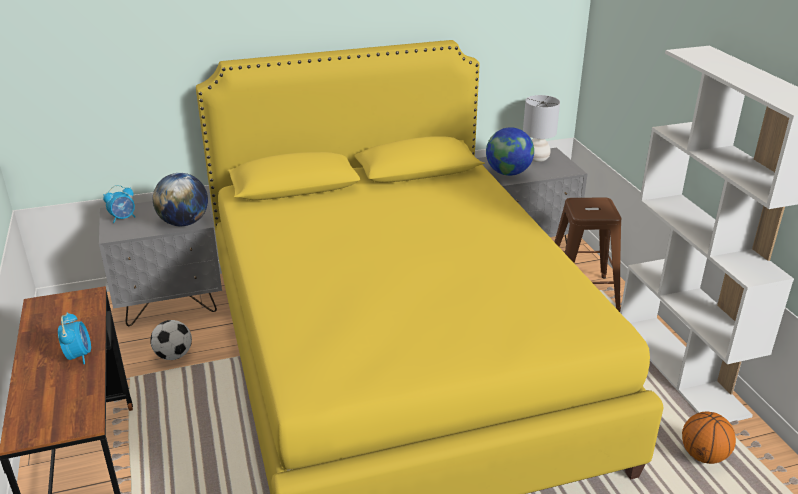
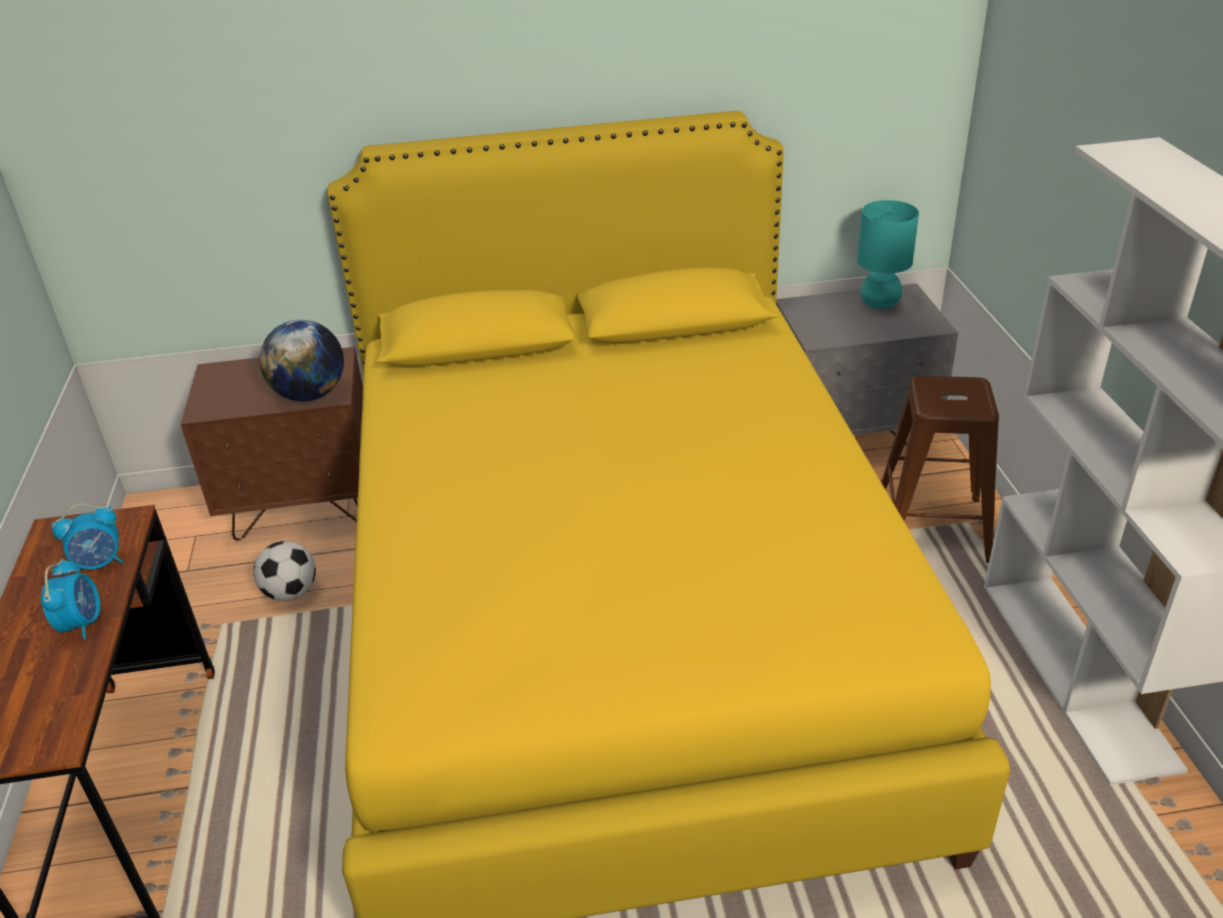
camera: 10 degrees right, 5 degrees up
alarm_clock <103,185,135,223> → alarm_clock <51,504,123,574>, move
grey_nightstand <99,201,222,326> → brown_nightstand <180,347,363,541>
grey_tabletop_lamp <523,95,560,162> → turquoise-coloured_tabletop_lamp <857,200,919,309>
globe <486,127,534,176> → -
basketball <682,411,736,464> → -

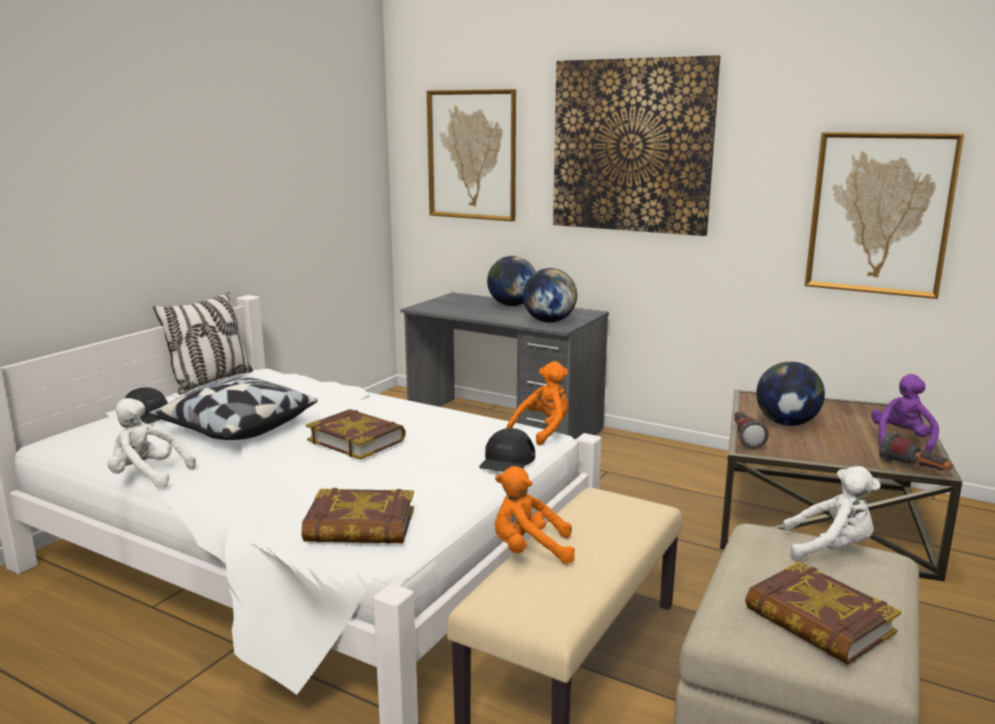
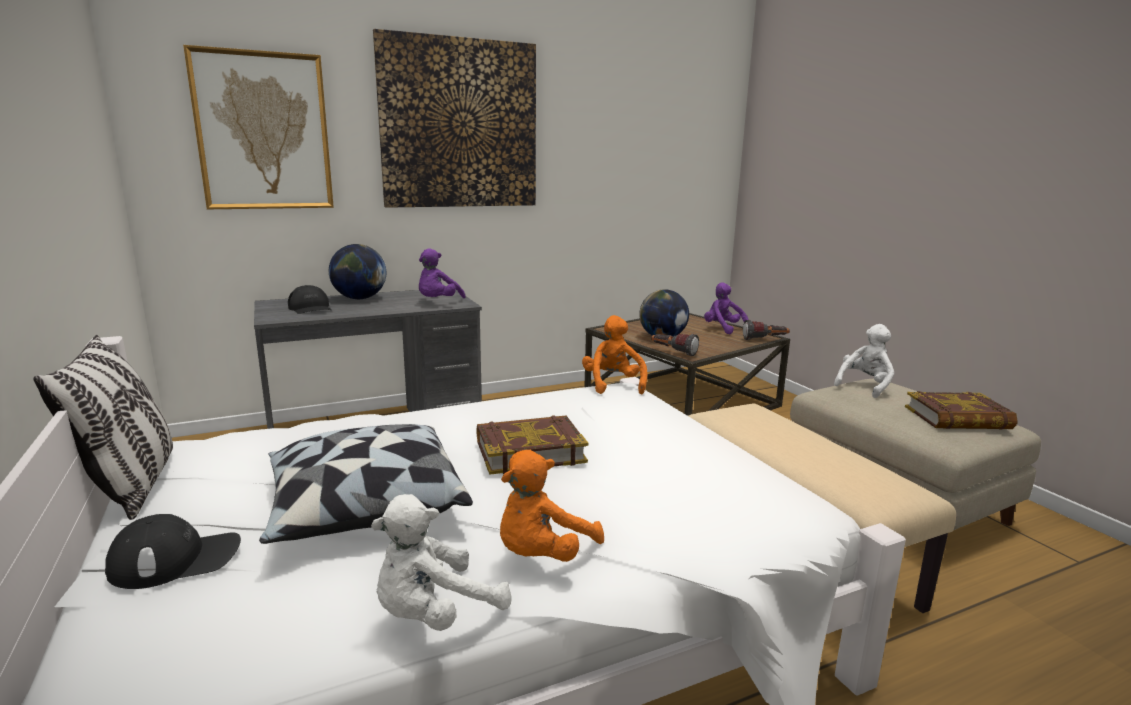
camera: 55 degrees left, 0 degrees up
black_cap <479,428,535,472> → black_cap <288,285,332,314>, move
globe <523,268,577,323> → purple_plush_toy <419,248,465,298>
orange_plush_toy <495,466,575,564> → orange_plush_toy <500,450,604,562>, move
bound_book <302,488,414,544> → -
wall_picture <805,132,964,299> → -

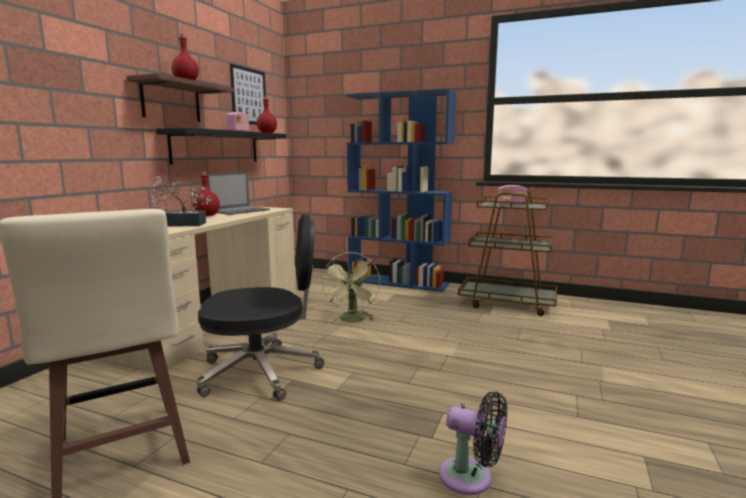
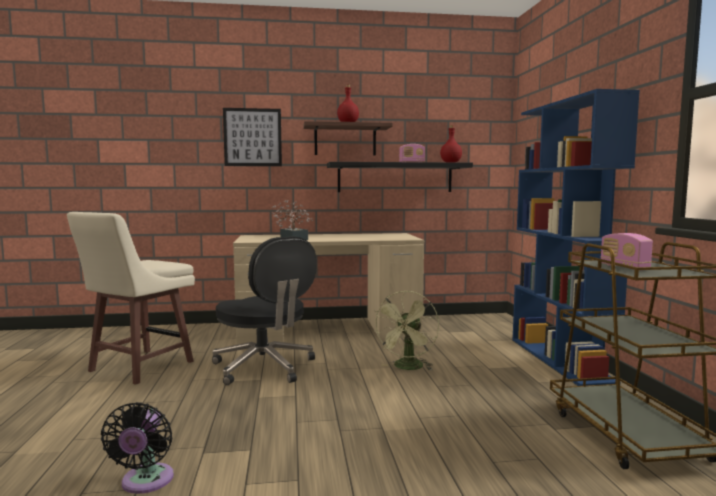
camera: 60 degrees right, 5 degrees down
wall_picture <230,64,266,125> → wall_picture <223,108,282,166>, move
green-coloured_electric_fan <321,252,380,322> → green-coloured_electric_fan <373,291,439,370>, 45 degrees counterclockwise
red_bottle <193,171,220,216> → -
portable_computer <207,173,270,215> → -

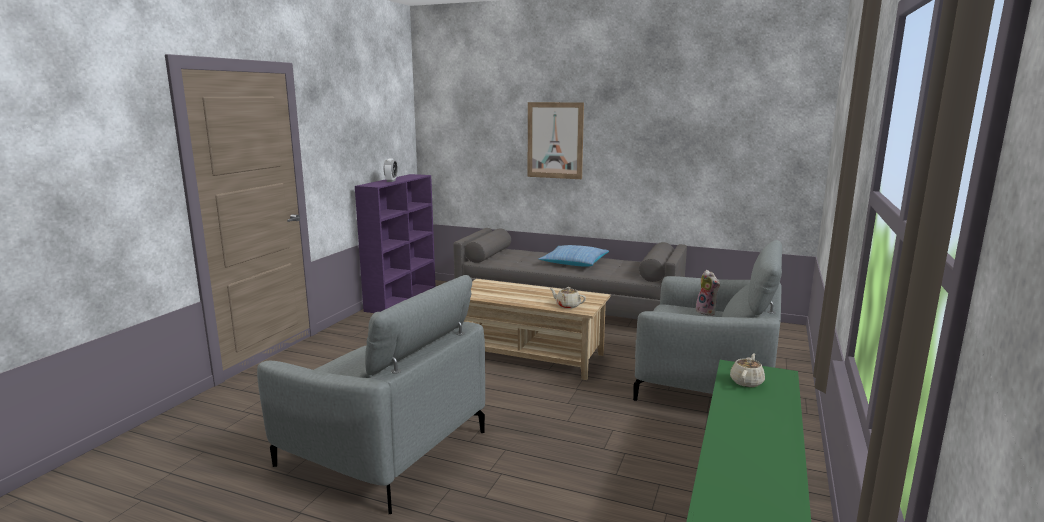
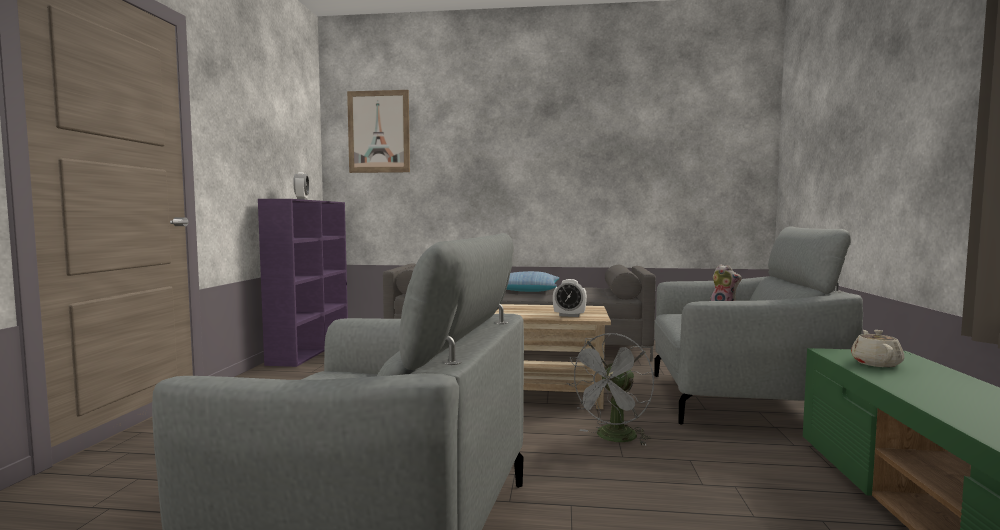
camera: 15 degrees left, 10 degrees down
wall_picture <528,102,584,179> → wall_picture <347,90,410,173>, move
beige_pot_for_tea <550,287,586,309> → alarm_clock <553,279,587,317>
- → grey_electric_fan <567,333,654,446>

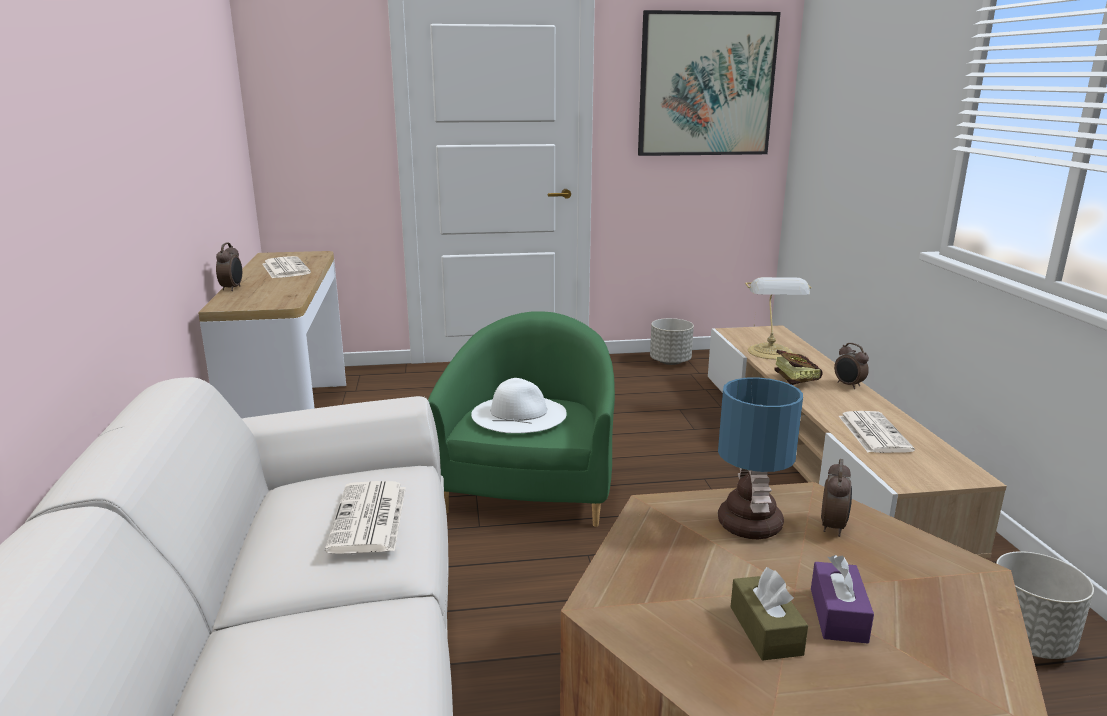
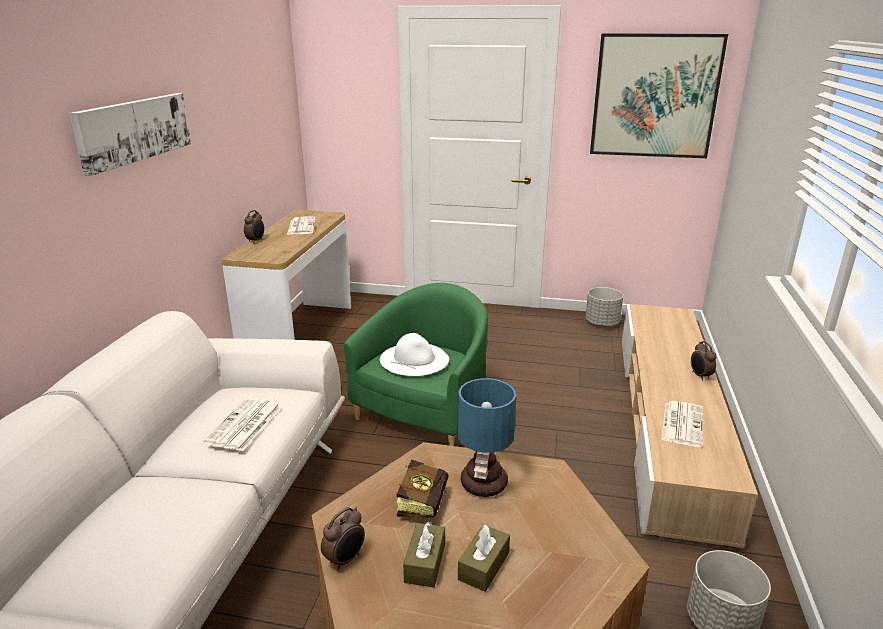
camera: 20 degrees right, 5 degrees up
- → wall_picture <69,93,191,176>
alarm_clock <821,459,852,537> → alarm_clock <321,507,365,571>, move
bound_book <775,350,823,385> → bound_book <396,460,449,518>, move
purple_tissue_box <811,555,874,644> → brown_tissue_box <458,524,510,592>
tabletop_lamp <745,277,811,360> → -

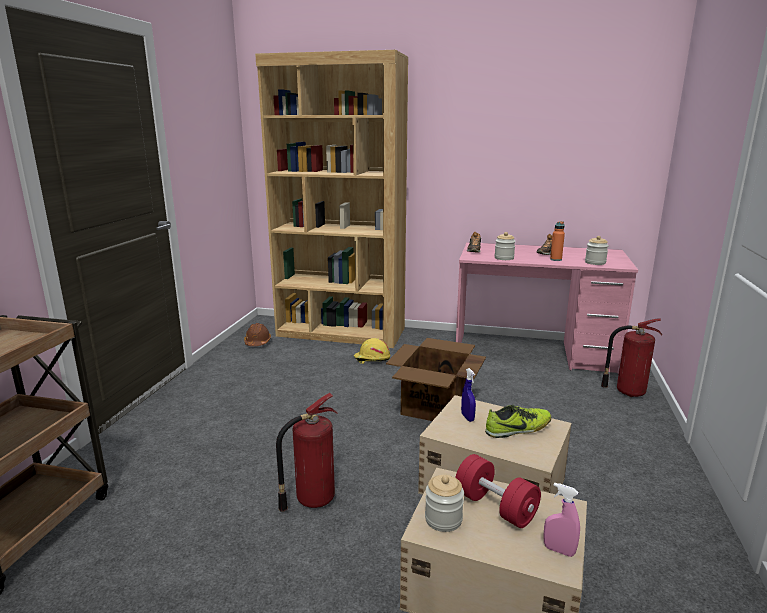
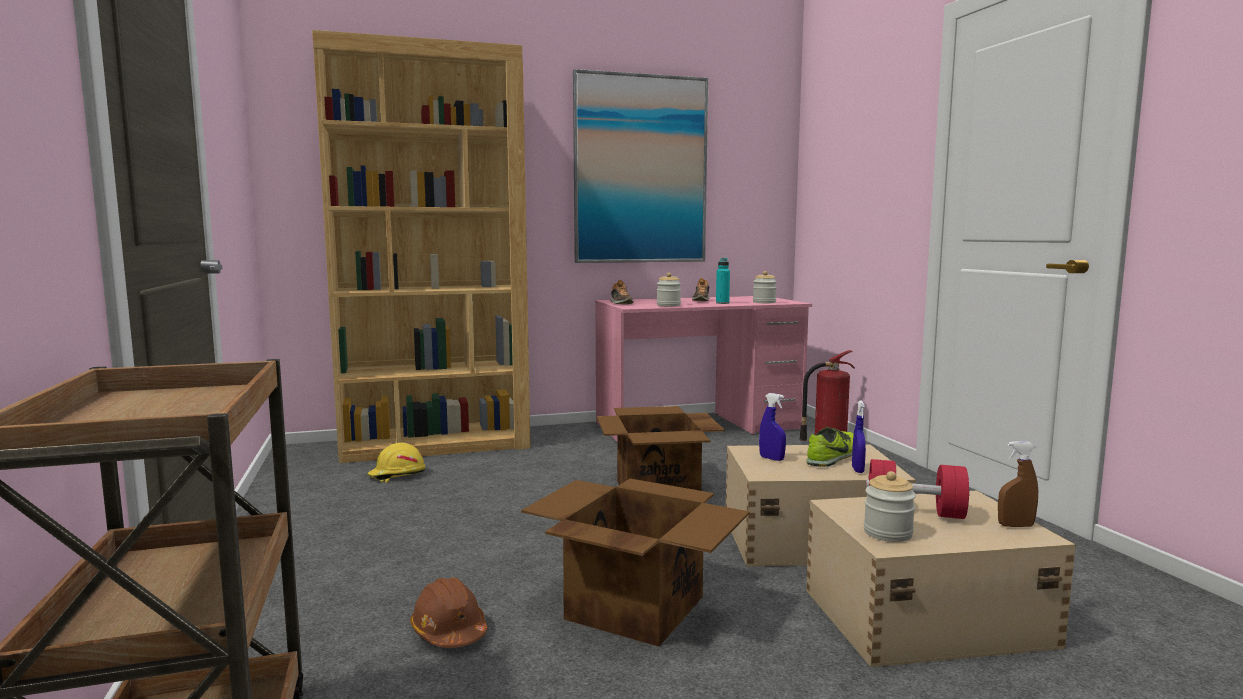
camera: 30 degrees left, 10 degrees down
yellow-coloured_work_helmet <354,338,390,364> → yellow-coloured_work_helmet <367,443,425,483>, move
brown_work_helmet <244,323,271,346> → brown_work_helmet <410,577,487,648>, move
extinguisher <276,393,338,512> → cardboard_box <521,479,749,647>
- → wall_picture <573,69,708,263>
orange_bottle <550,221,565,261> → turquoise-coloured_bottle <716,258,730,304>
- → blue-coloured_spray_bottle <852,401,866,473>
pinkish_spray_bottle <543,483,580,557> → brown_spray_bottle <998,441,1038,527>

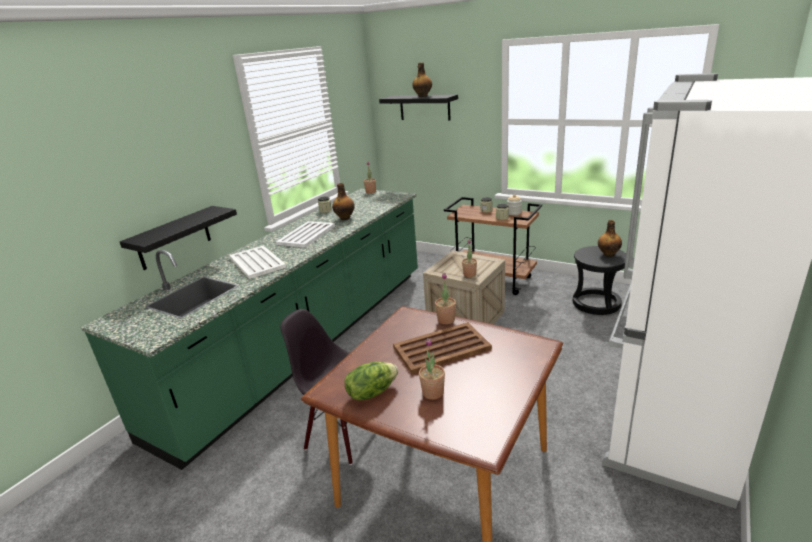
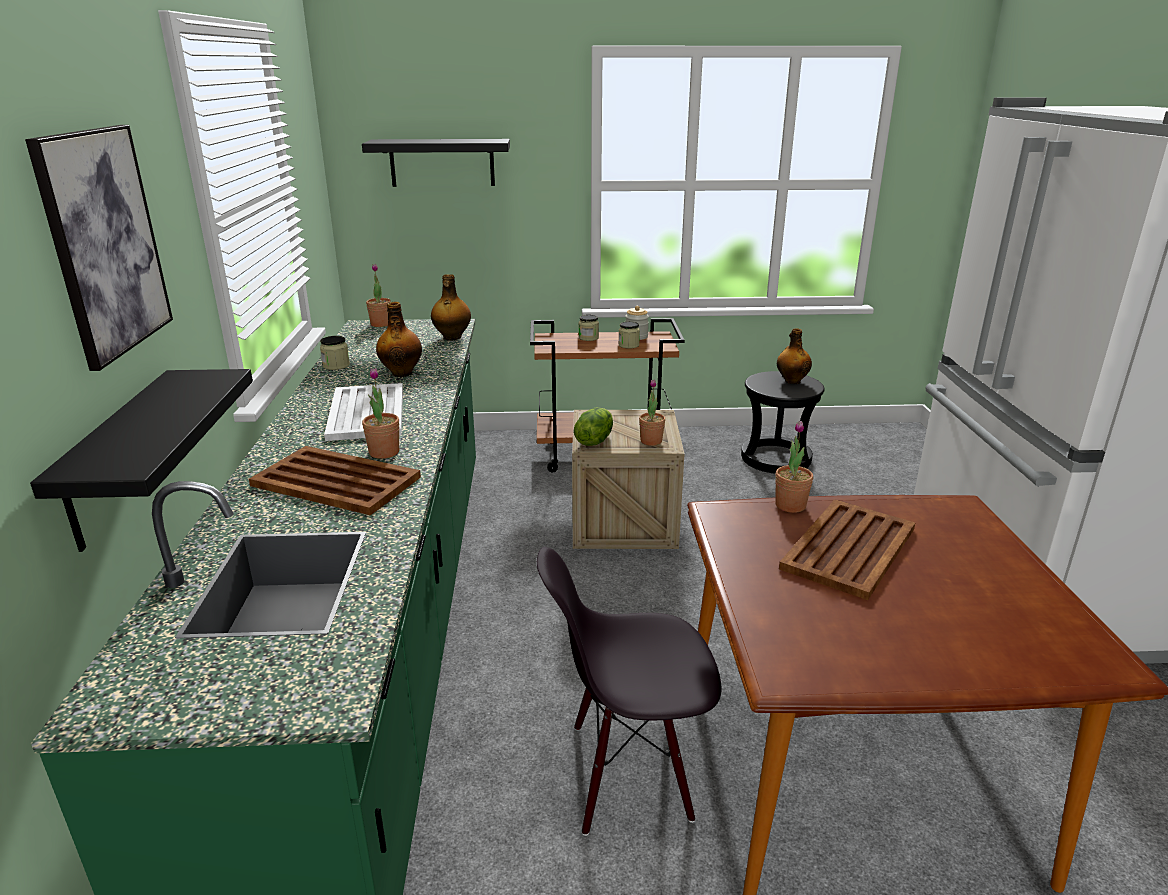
camera: 35 degrees left, 0 degrees up
- → wall_picture <25,125,173,371>
white_tray <229,245,286,279> → brown_tray <249,446,421,515>
plant_in_a_pot <419,338,445,400> → plant_in_a_pot <362,368,399,459>, move
bottle <412,63,432,97> → bottle <431,274,471,341>, move
lettuce <344,362,398,400> → lettuce <574,408,613,446>, move

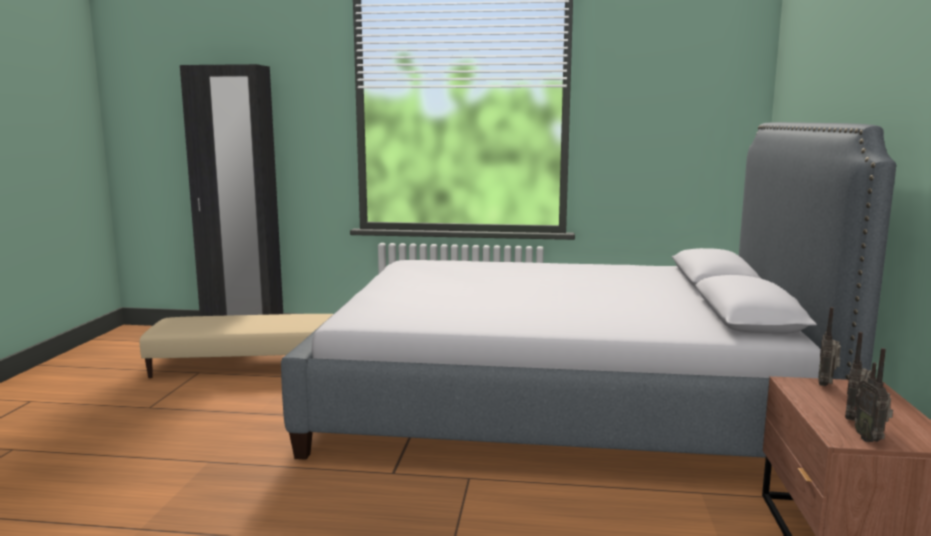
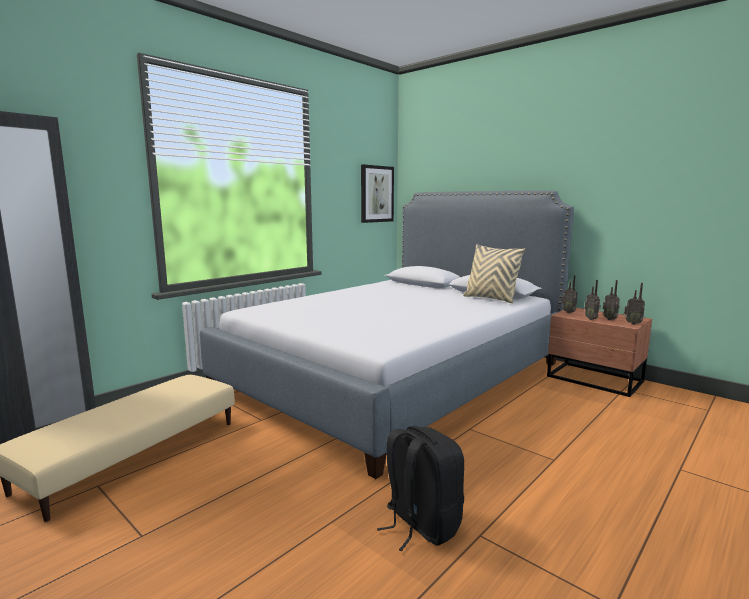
camera: 55 degrees left, 0 degrees up
- → wall_picture <361,164,394,223>
- → black_rucksack <377,426,464,551>
- → beige_throw_pillow <463,244,525,303>
- → radio_receiver <585,280,601,320>

